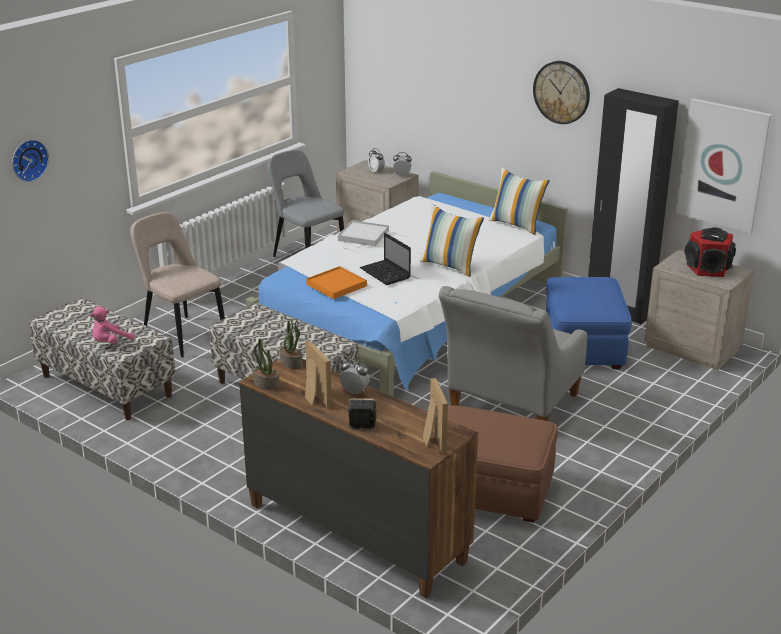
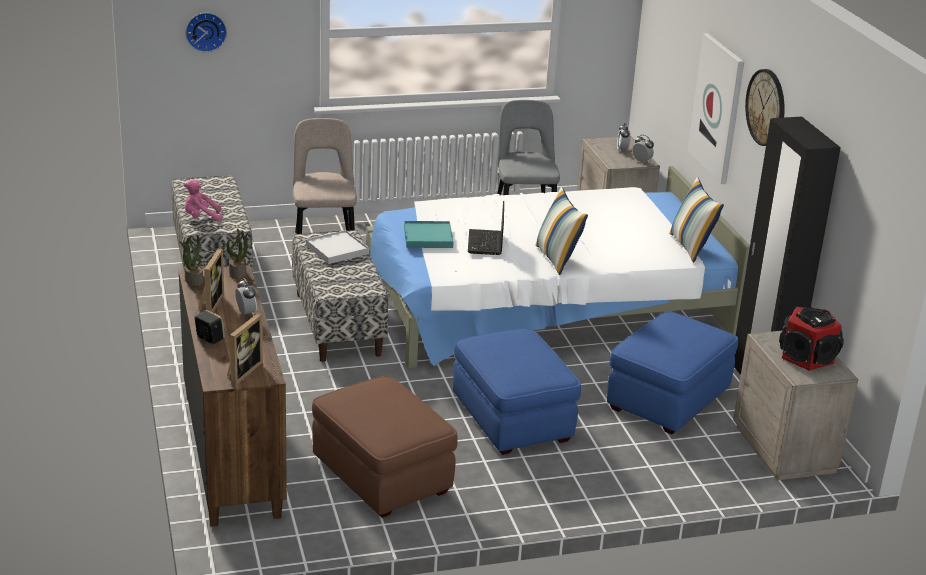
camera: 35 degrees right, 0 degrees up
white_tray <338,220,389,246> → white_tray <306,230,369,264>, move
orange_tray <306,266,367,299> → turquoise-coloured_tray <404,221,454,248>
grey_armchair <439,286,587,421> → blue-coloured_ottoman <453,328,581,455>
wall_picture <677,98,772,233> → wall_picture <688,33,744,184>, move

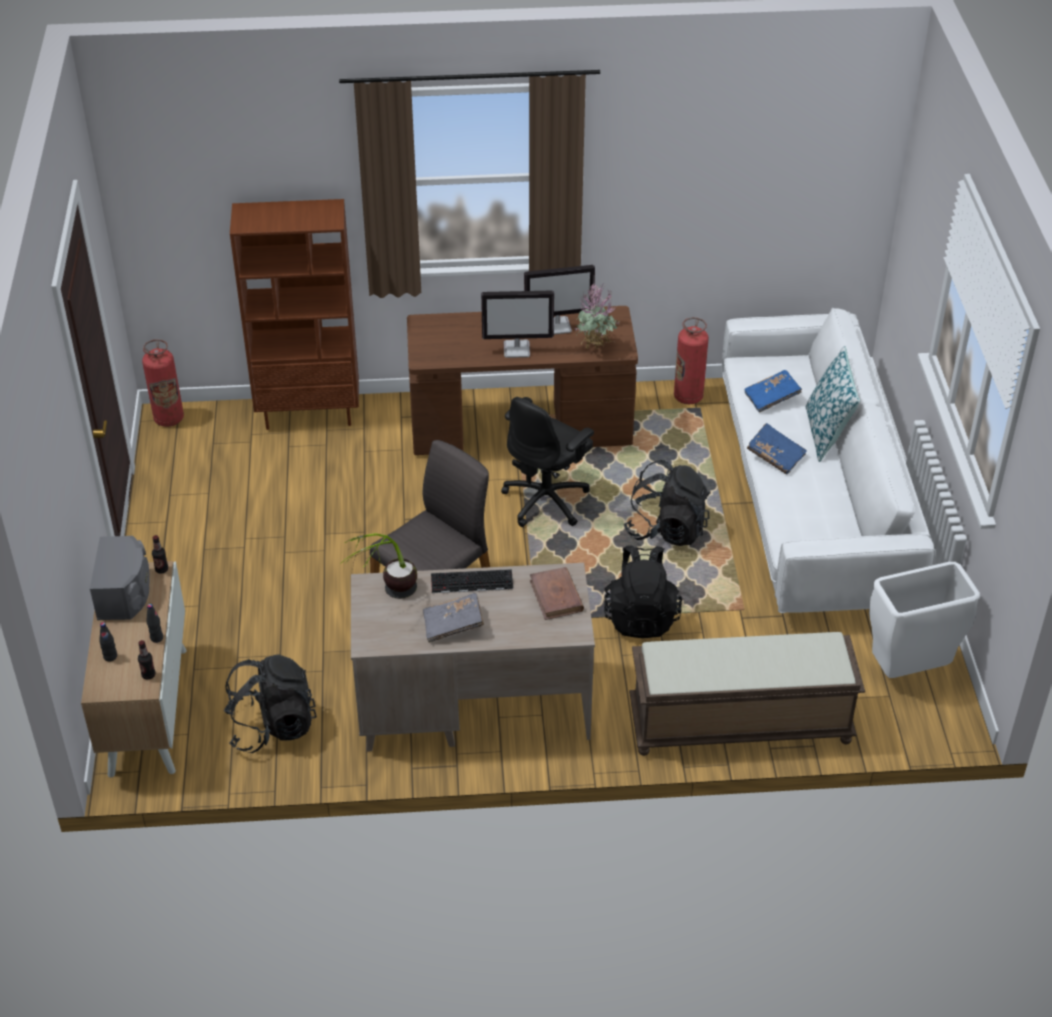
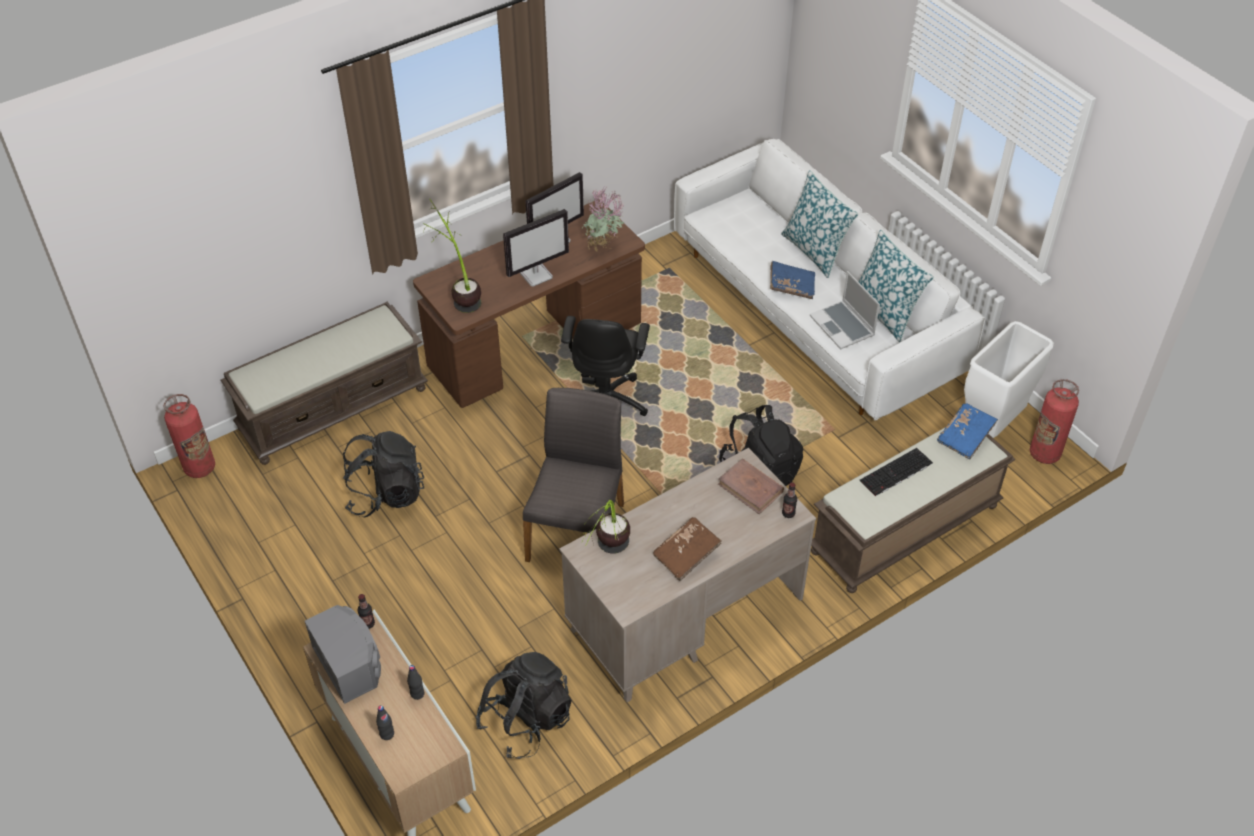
camera: 30 degrees left, 5 degrees up
brown_bookshelf <230,199,359,430> → brown_bench <221,302,428,465>
black_rucksack <623,460,710,546> → black_rucksack <343,431,424,517>, move
- → plant_in_a_pot <423,199,481,313>
grey_bound_book <423,593,484,643> → brown_bound_book <653,517,722,581>
bottle <138,640,155,679> → bottle <782,482,797,518>, move
- → portable_computer <810,271,880,350>
- → throw_pillow <858,230,934,342>
computer_keyboard <431,569,513,593> → computer_keyboard <859,448,933,496>, move
blue-coloured_bound_book <745,370,802,413> → blue-coloured_bound_book <937,403,998,459>, move
extinguisher <674,317,709,404> → extinguisher <1030,379,1079,464>, move

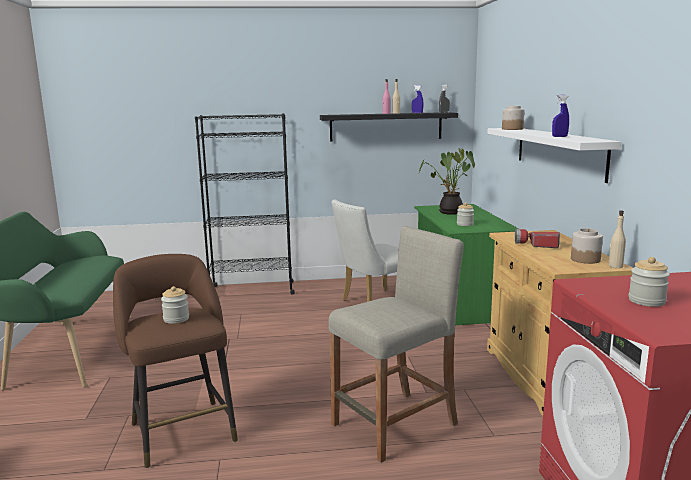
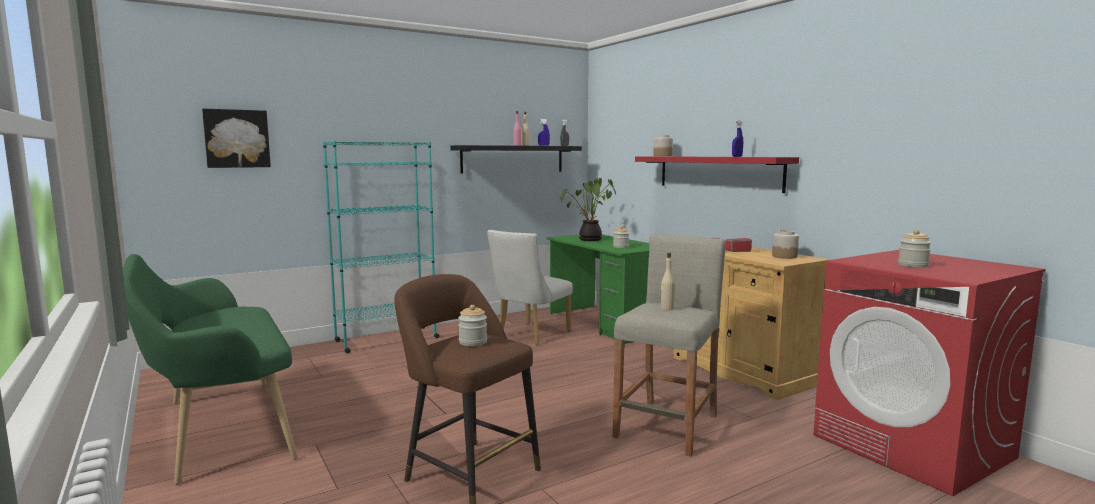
camera: 25 degrees left, 5 degrees down
- → wall_picture <202,109,271,168>
black_bookshelf <195,113,295,295> → turquoise-coloured_bookshelf <323,141,440,353>
white_wall_shelf <487,128,621,183> → red_wall_shelf <635,156,799,193>
beige_bottle <609,210,626,268> → beige_bottle <661,253,675,310>, move

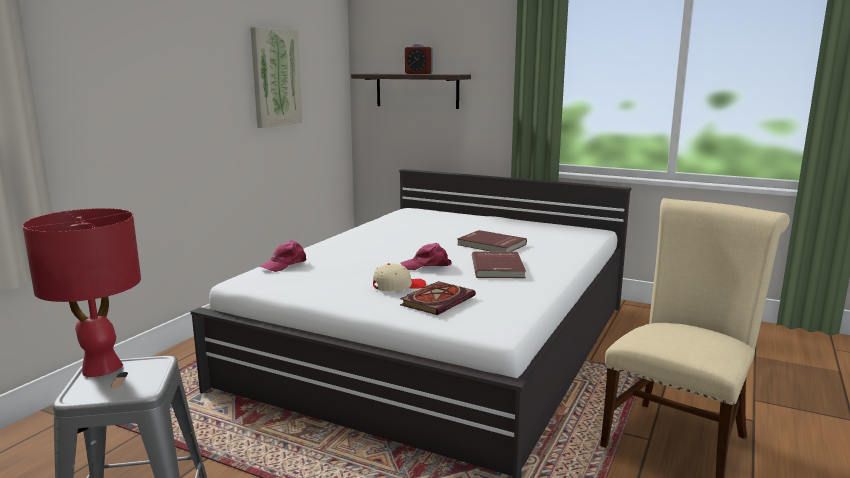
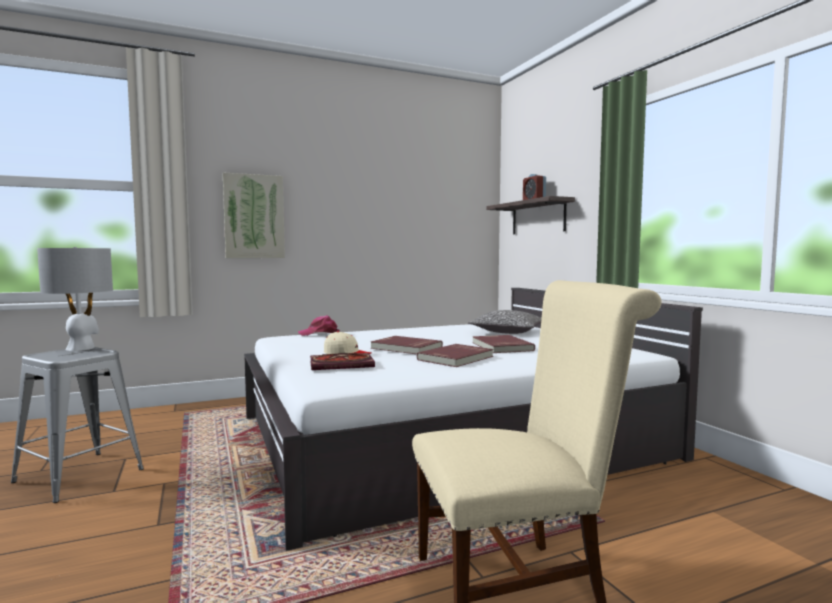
camera: 40 degrees right, 10 degrees down
red_tabletop_lamp <22,208,141,377> → grey_tabletop_lamp <37,247,113,351>
wall_picture <250,27,303,128> → wall_picture <223,173,285,258>, move
pinkish_cap <401,243,451,270> → red_bound_book <371,336,443,354>
- → throw_pillow <467,310,542,334>

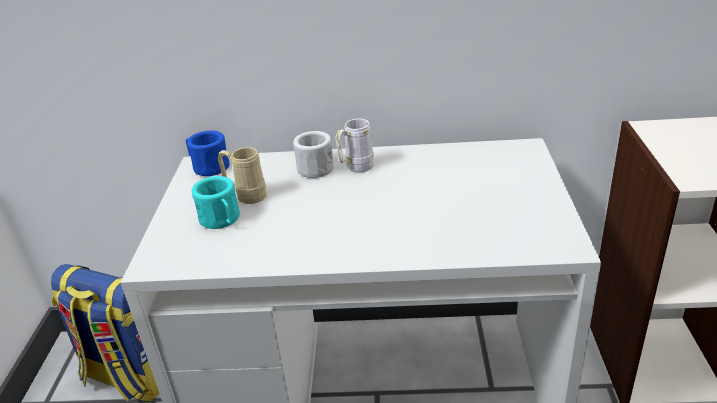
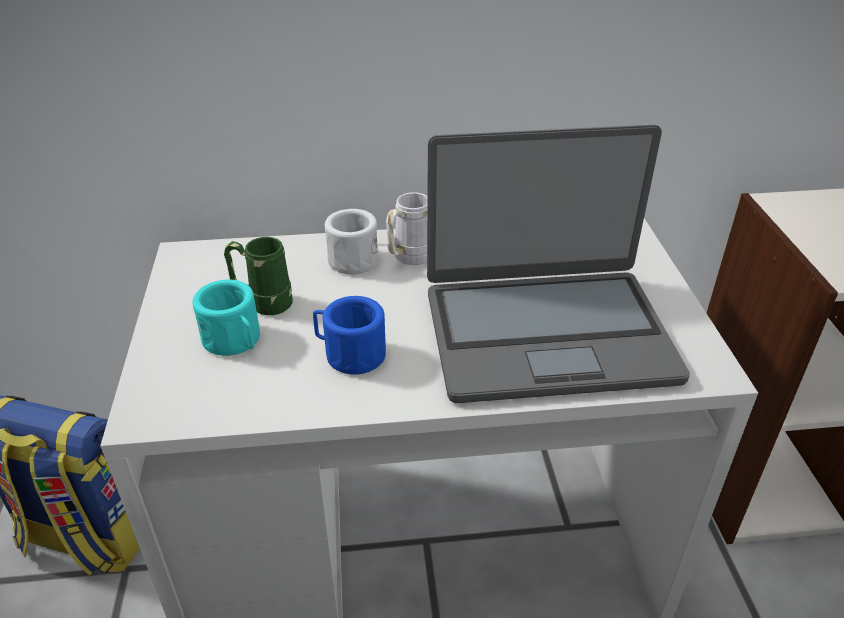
camera: 10 degrees left, 5 degrees up
beige_coffee_mug <218,147,267,204> → green-coloured_coffee_mug <224,237,293,315>
blue-coloured_coffee_mug <186,131,230,176> → blue-coloured_coffee_mug <313,296,386,375>, move
- → portable_computer <427,125,690,403>

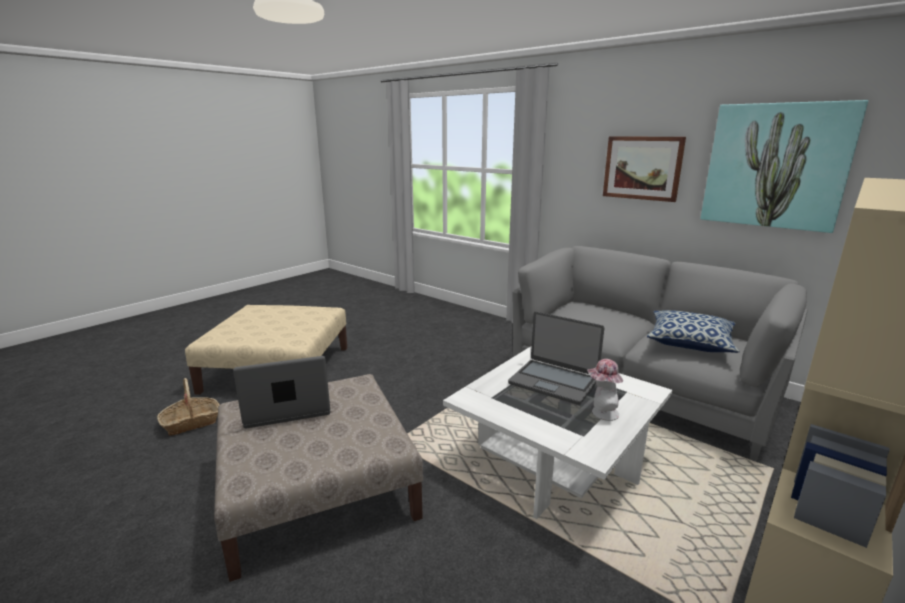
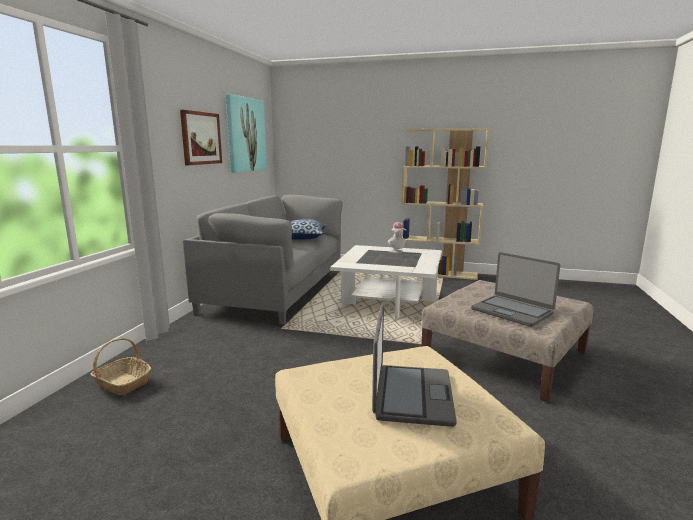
camera: 115 degrees left, 5 degrees down
basket <157,378,220,436> → basket <90,338,151,395>, move
portable_computer <508,312,604,405> → portable_computer <372,304,457,427>, move

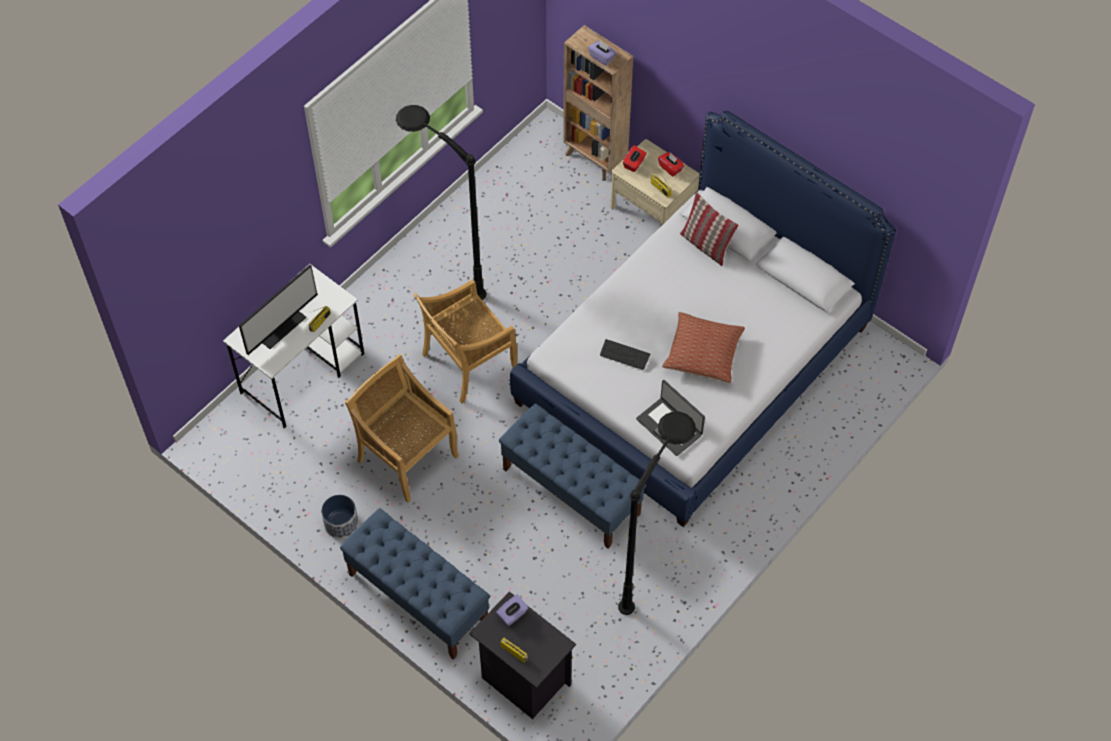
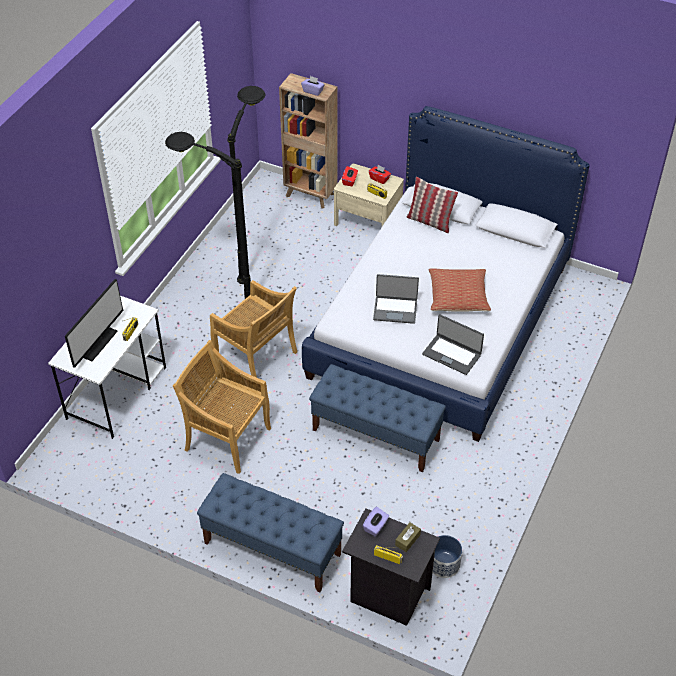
camera: 15 degrees left, 10 degrees down
beige_chair <413,280,517,404> → beige_chair <210,280,297,378>, 90 degrees counterclockwise
black_standard_lamp <618,412,696,615> → black_standard_lamp <227,86,266,284>, move
computer_keyboard <600,339,650,370> → portable_computer <373,274,419,324>
- → brown_tissue_box <395,522,421,552>
planter <321,495,359,539> → planter <432,535,462,578>, move

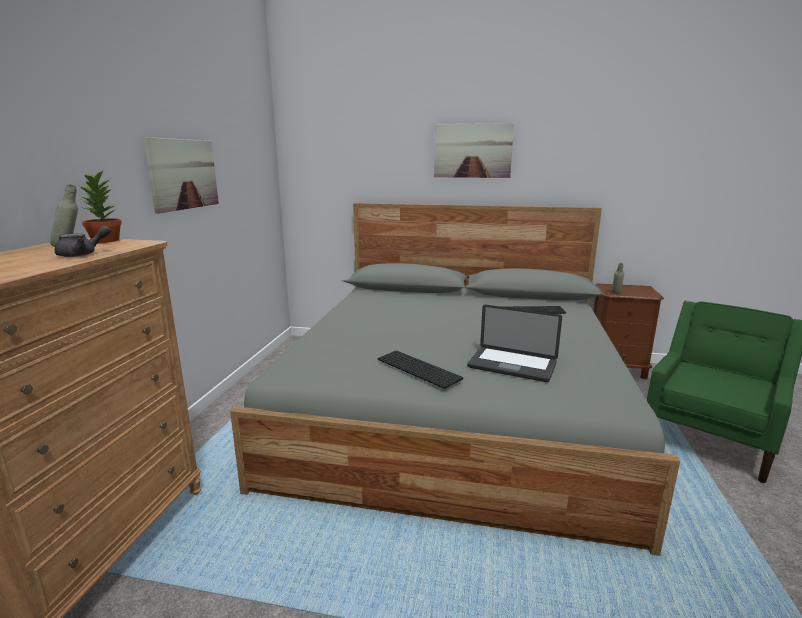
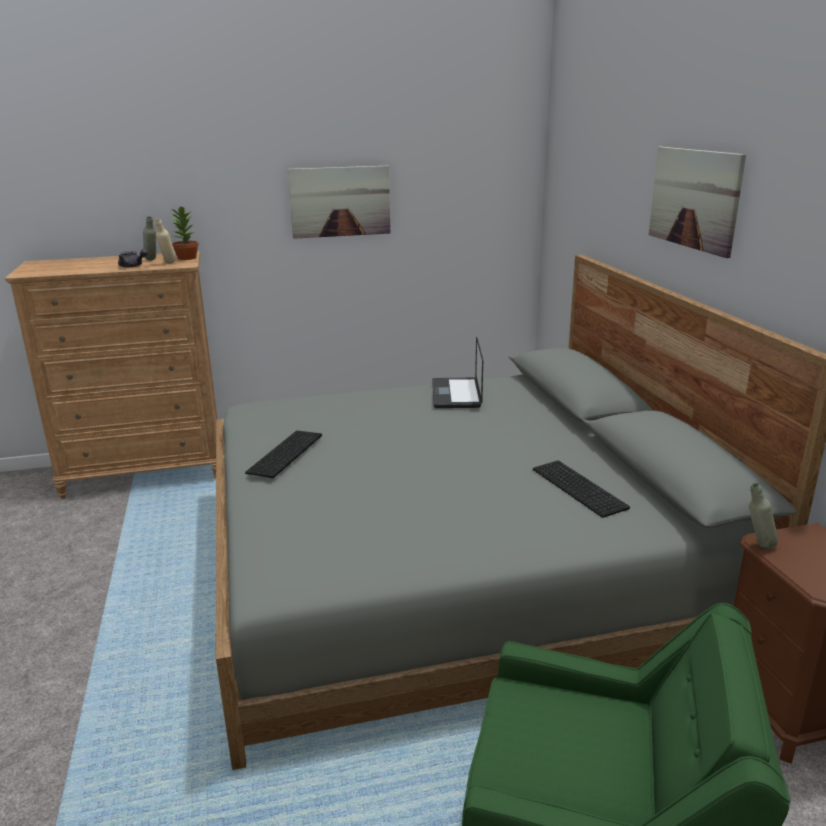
camera: 65 degrees right, 5 degrees up
- → beige_bottle <155,219,177,263>
portable_computer <467,305,562,382> → portable_computer <432,336,483,408>, move

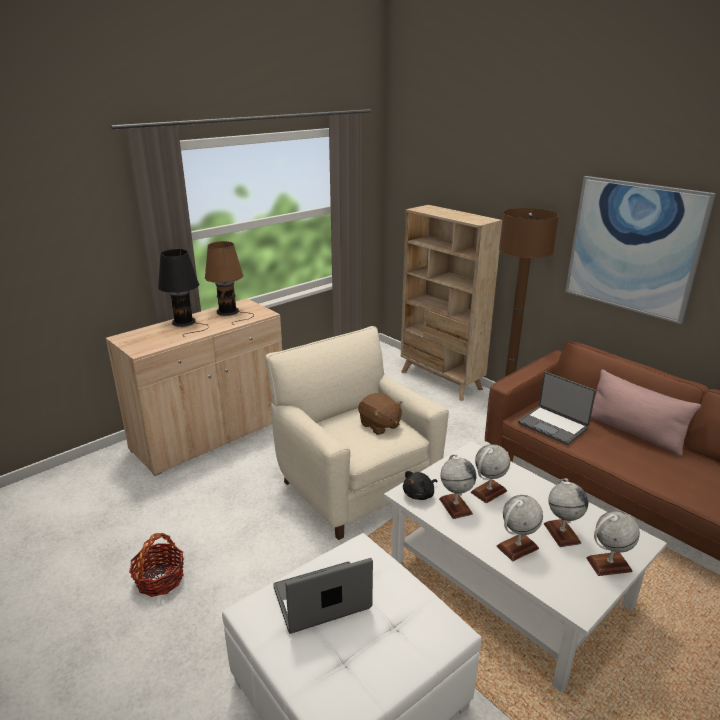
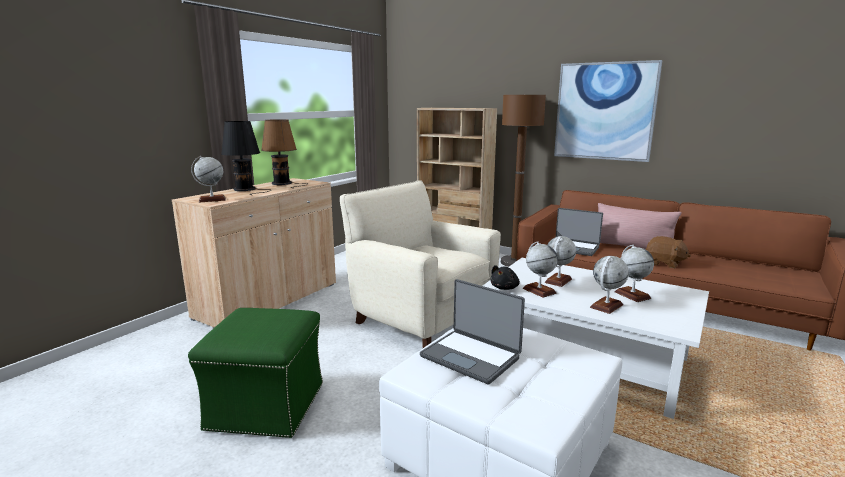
camera: 15 degrees left, 10 degrees down
basket <129,533,184,597> → green-coloured_ottoman <188,308,323,438>
globe <586,511,640,576> → globe <191,156,226,203>, move
portable_computer <273,558,373,634> → portable_computer <420,279,525,385>, 105 degrees counterclockwise
brown_plush_toy <358,393,403,435> → brown_plush_toy <646,236,691,268>, move

